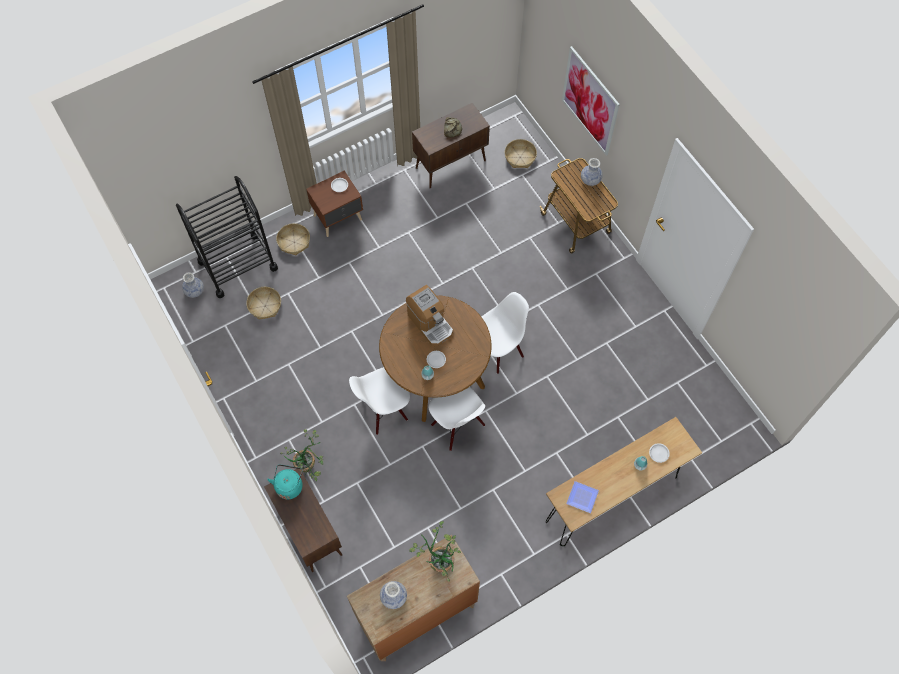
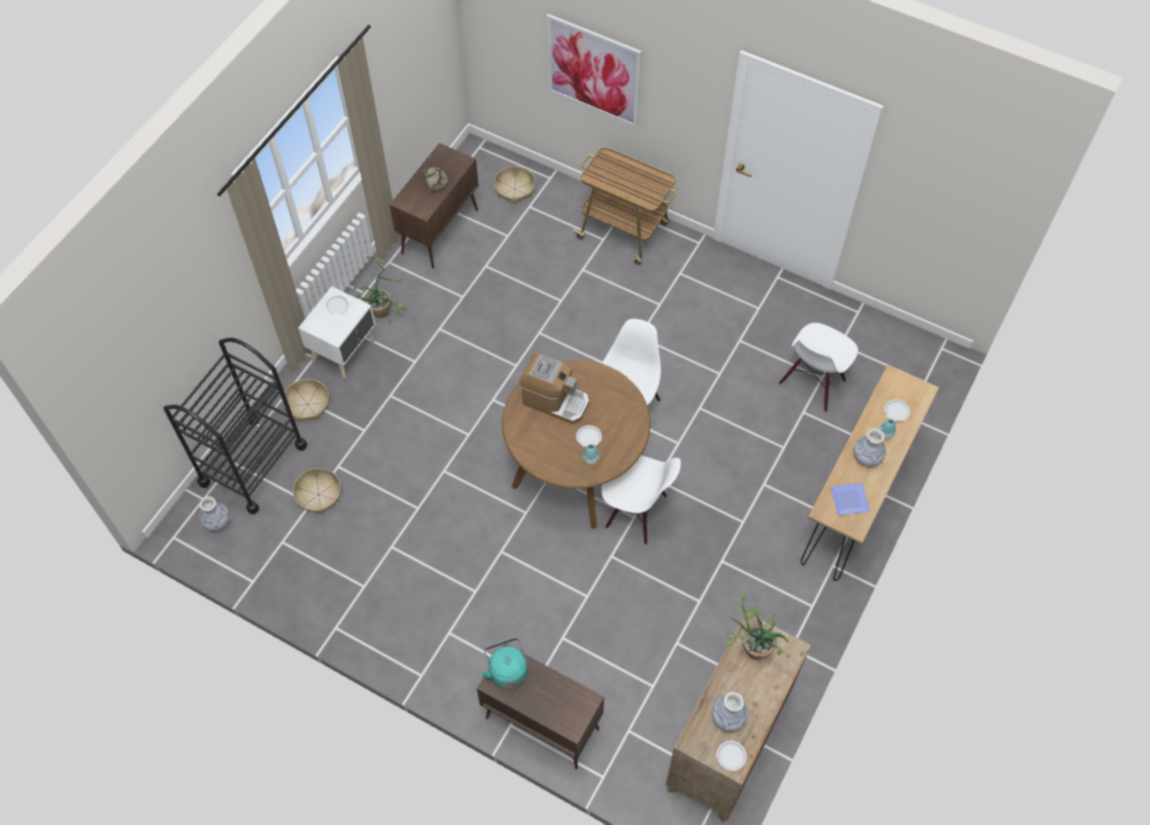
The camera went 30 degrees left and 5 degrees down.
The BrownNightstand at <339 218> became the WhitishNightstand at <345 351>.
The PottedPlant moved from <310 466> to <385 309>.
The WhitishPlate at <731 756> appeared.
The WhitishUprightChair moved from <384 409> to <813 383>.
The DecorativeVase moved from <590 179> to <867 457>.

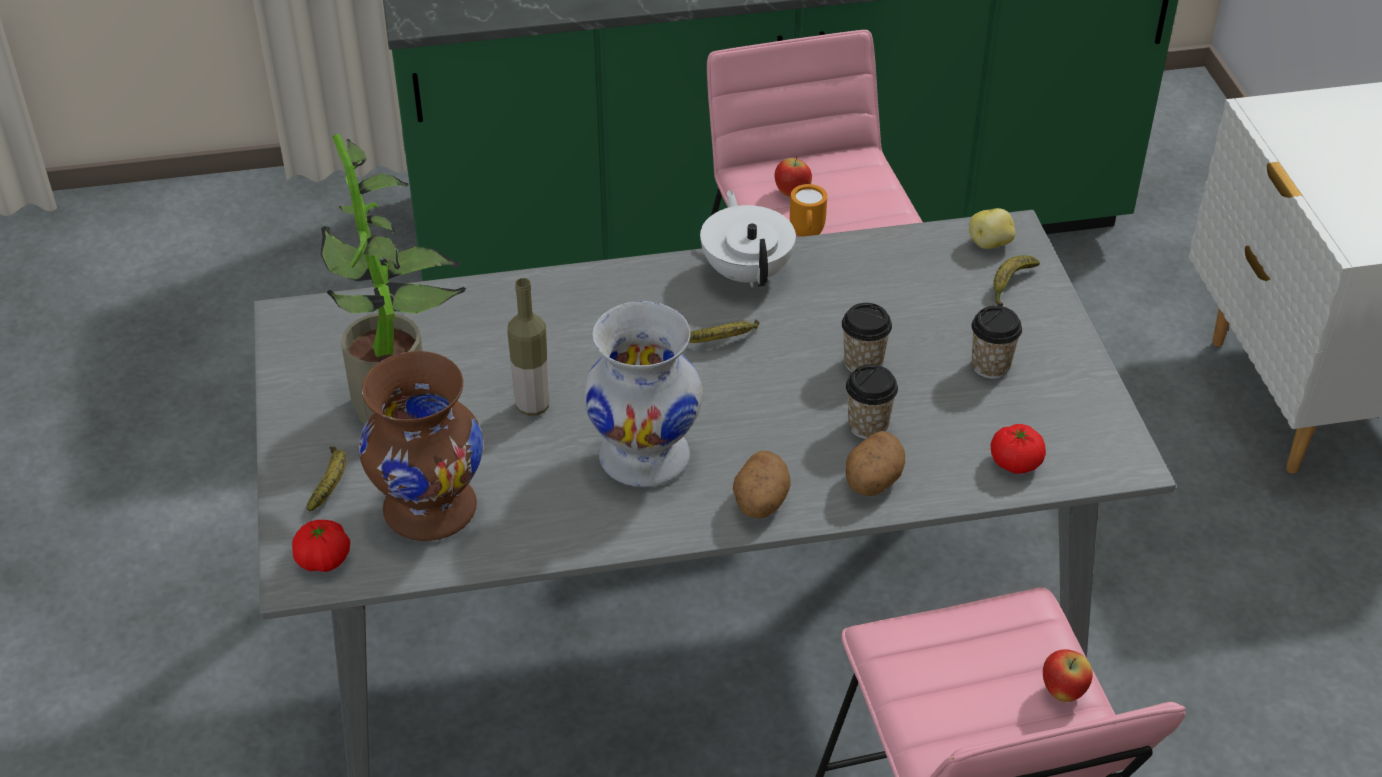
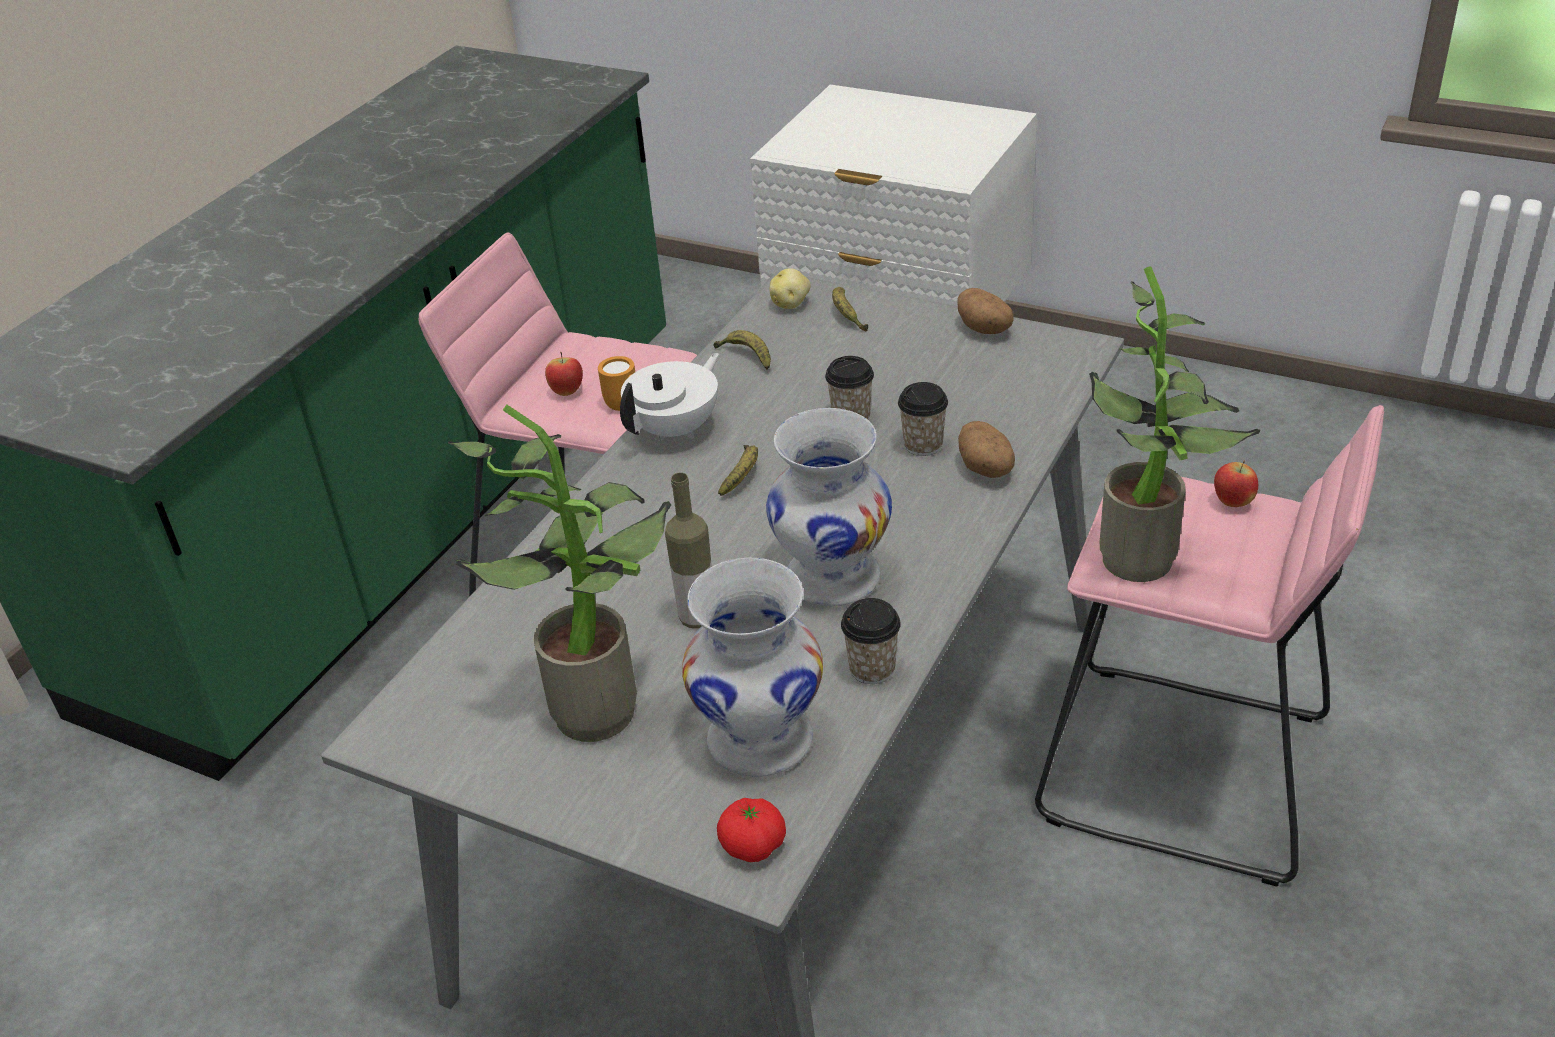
The camera went 50 degrees left and 5 degrees down.
The WhitishPotForTea at <747 272> turned 105 degrees clockwise.
The BrownDecorativeVase at <430 507> became the WhitishDecorativeVase at <758 739>.
The WholeBanana moved from <331 483> to <746 356>.
The DrinkingCup moved from <990 366> to <872 669>.
The WholePotato moved from <760 503> to <985 329>.
The PottedPlant at <1149 558> appeared.
The FreshTomato at <1015 462> disappeared.

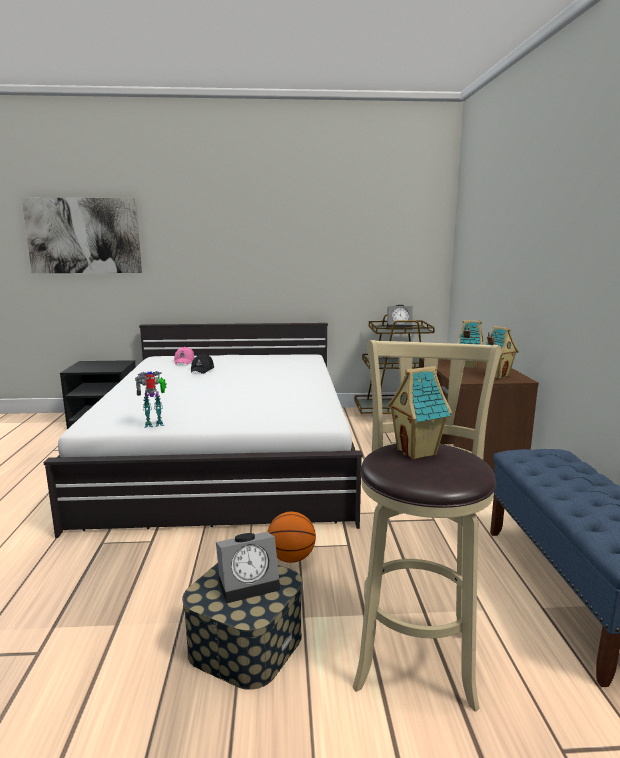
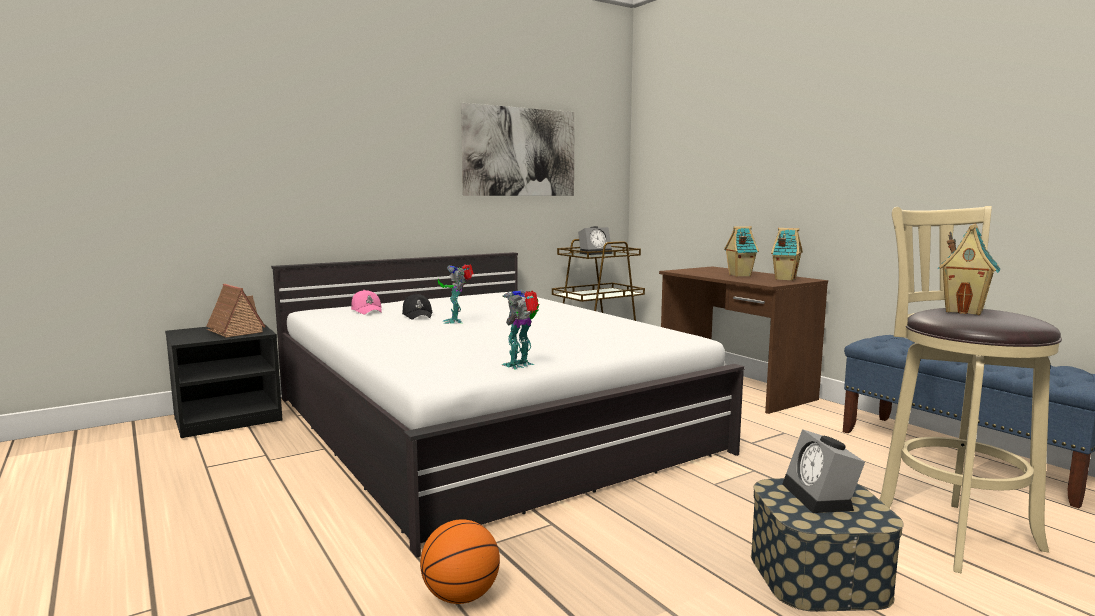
The camera went 30 degrees left and 5 degrees down.
The MiniatureHouse at <235 331> appeared.
The Basketball moved from <291 558> to <461 596>.
The RobotFigure at <455 321> appeared.
The WallPicture moved from <83 236> to <520 152>.
The TableClock at <250 583> turned 135 degrees clockwise.

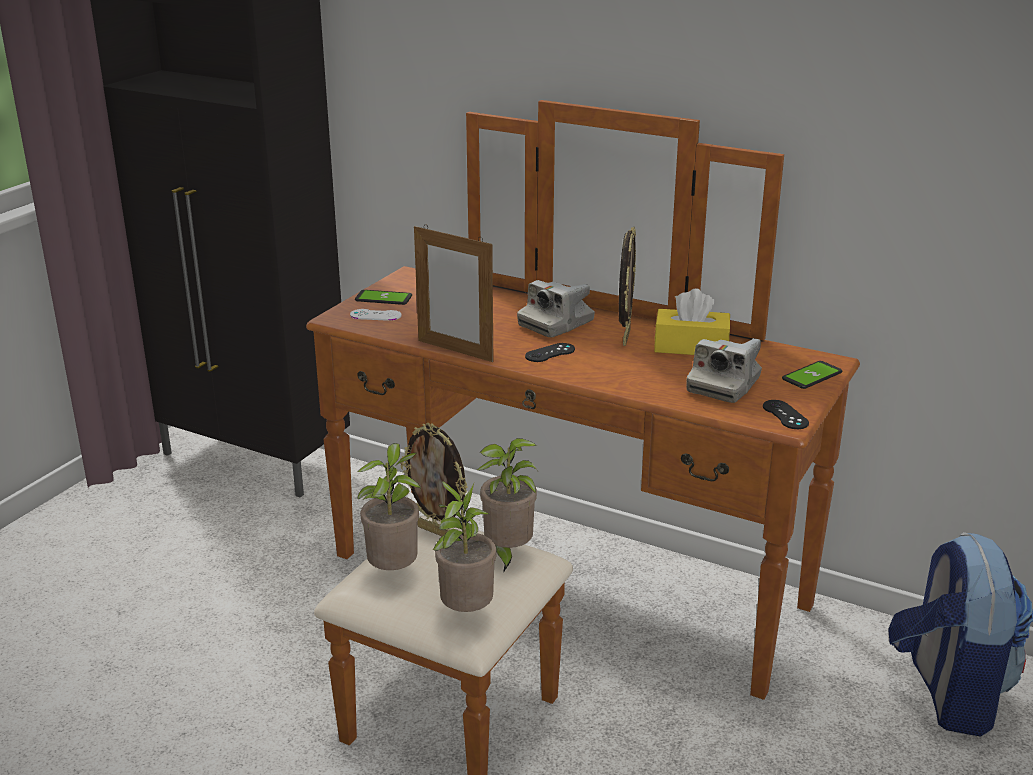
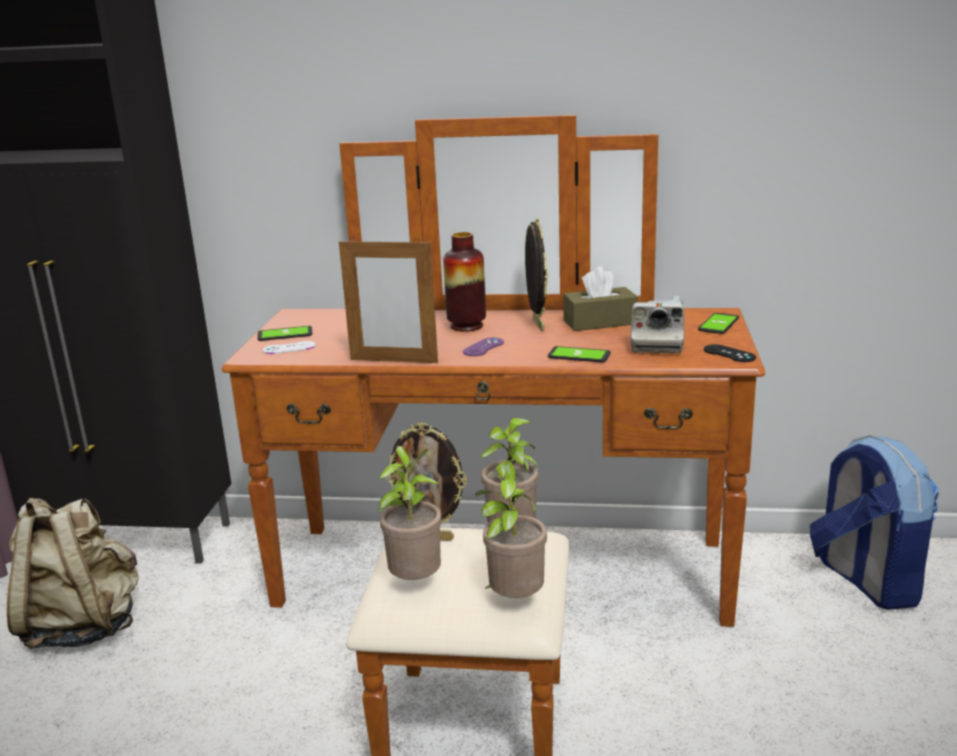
The camera went 20 degrees left and 5 degrees down.
The SandColouredBackpack at <83 626> appeared.
The StillCamera at <556 324> was replaced by the DecorativeVase at <466 326>.
The BlackishGamepad at <550 353> became the PurplishGamepad at <483 347>.
The Telephone at <579 356> appeared.
The YellowishTissueBox at <691 347> became the BrownTissueBox at <600 322>.

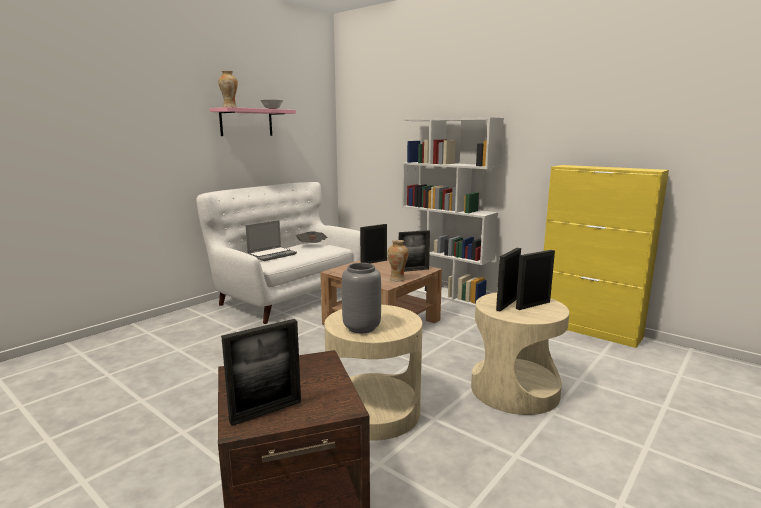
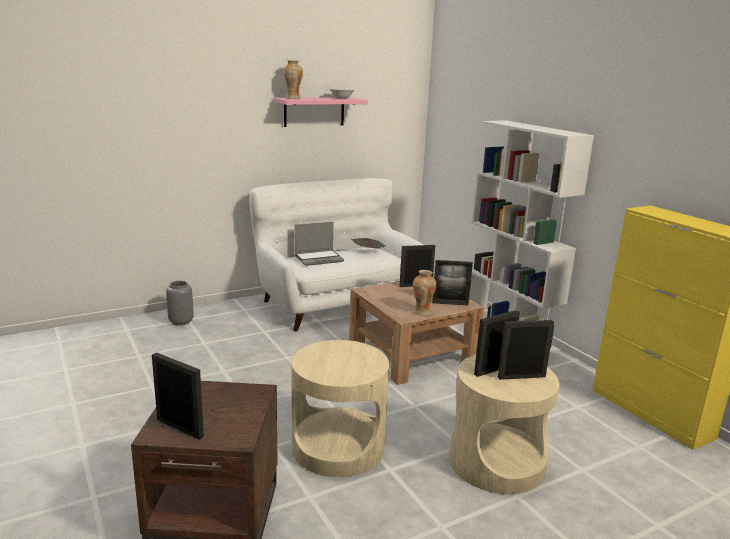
The camera went 20 degrees right and 5 degrees up.
The StandingFrame at <266 411> turned 135 degrees counterclockwise.
The GreyDecorativeVase moved from <362 328> to <181 322>.

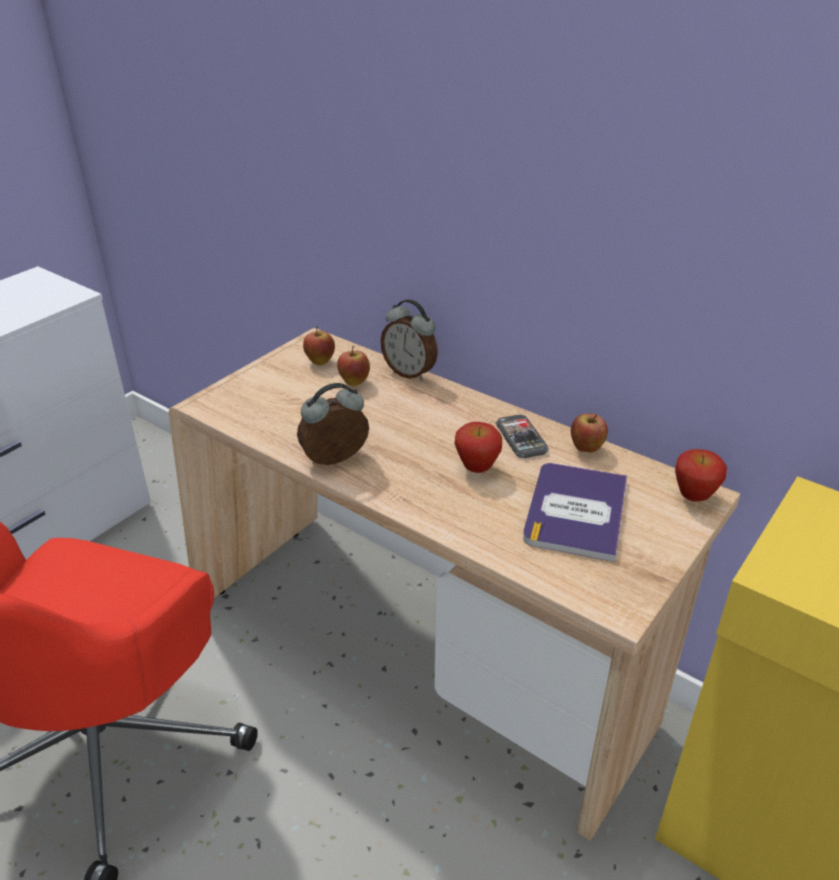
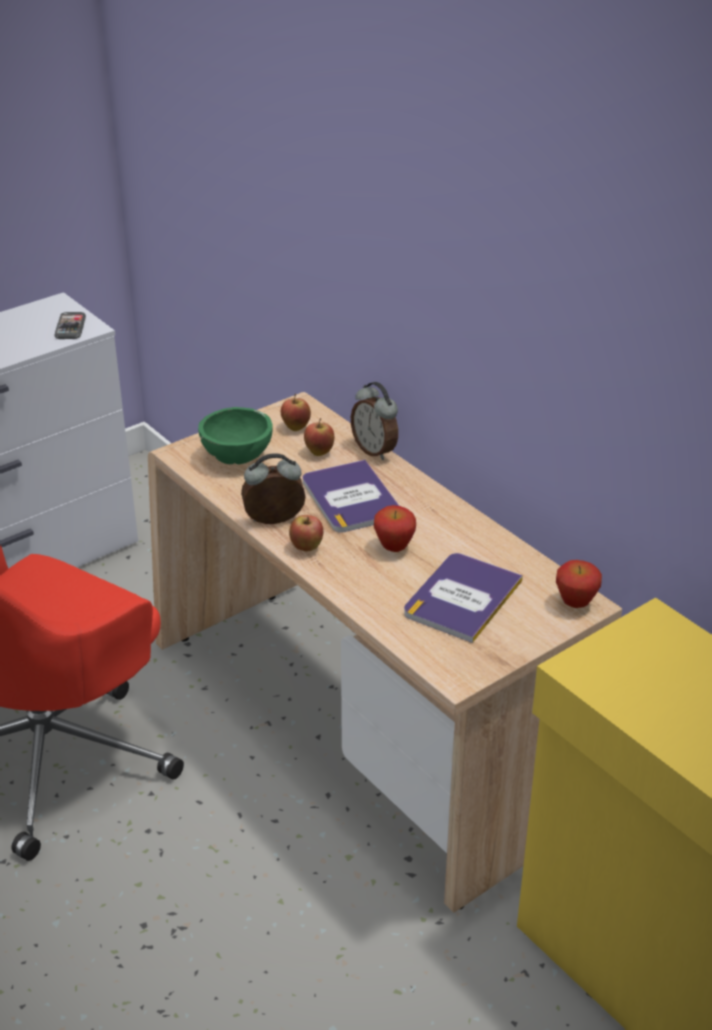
The camera went 15 degrees right and 0 degrees up.
The Telephone moved from <521 438> to <70 327>.
The GreenColouredBowl at <238 458> appeared.
The AppleFruit moved from <586 449> to <306 548>.
The BoundBook at <351 498> appeared.

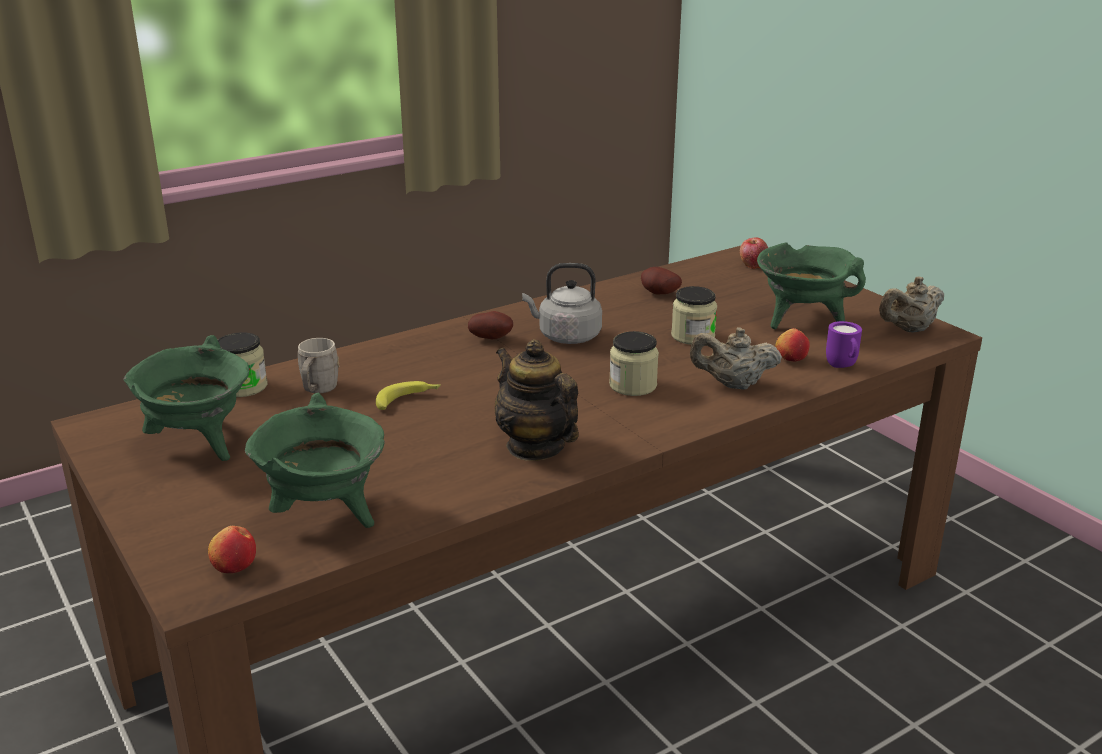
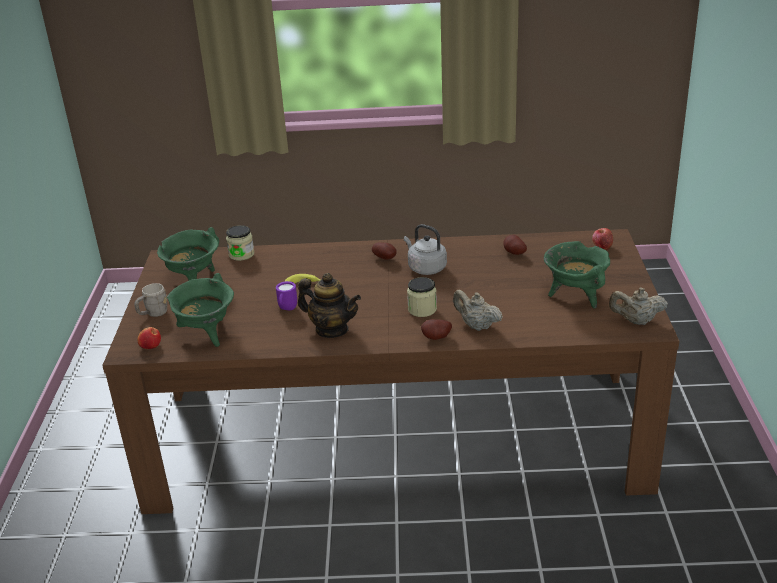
The camera went 35 degrees right and 5 degrees up.
The GreyMug moved from <317 390> to <153 314>.
The PurplishMug moved from <842 367> to <287 309>.
The PotForTea at <535 447> turned 120 degrees clockwise.
The WholePotato at <437 338> appeared.
The PreserveJar at <693 336> disappeared.
The AppleFruit at <791 358> disappeared.

